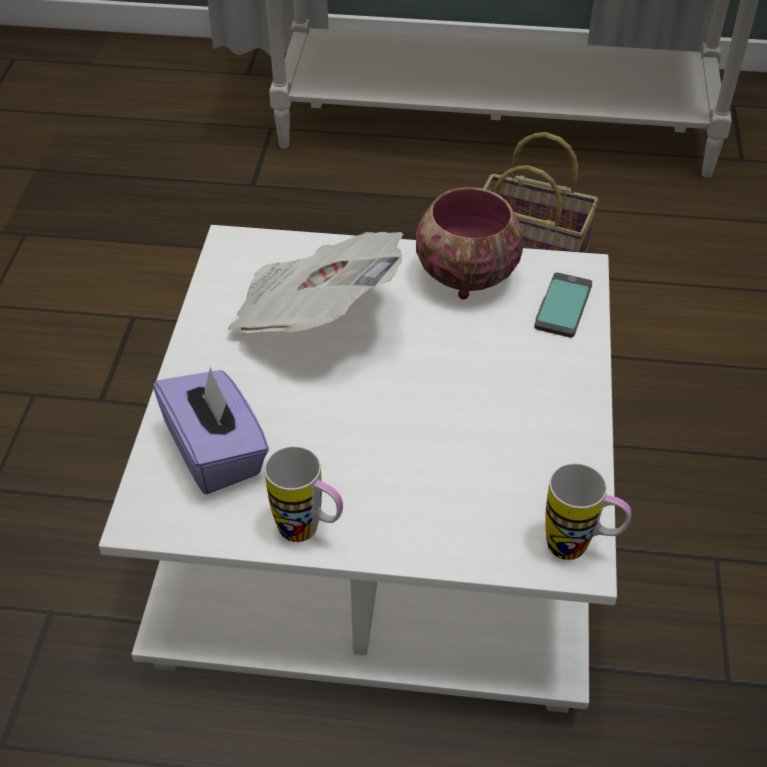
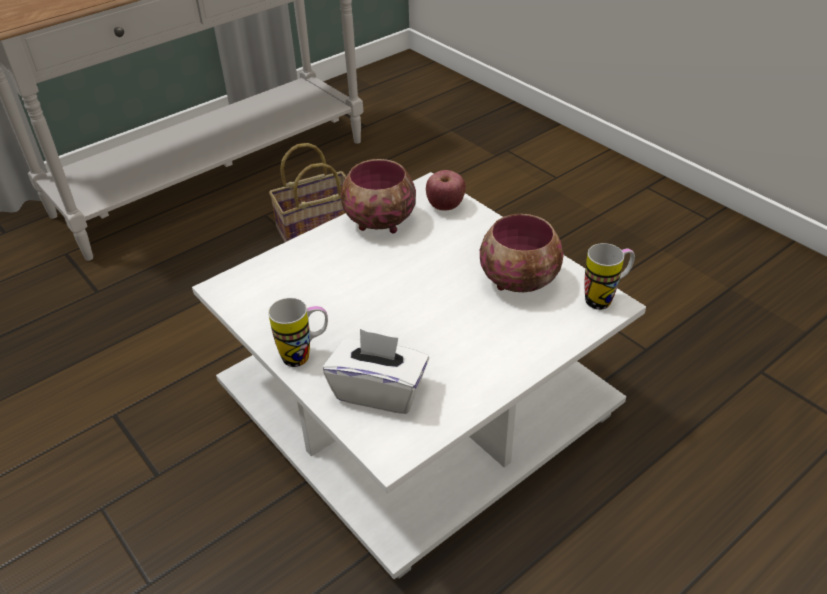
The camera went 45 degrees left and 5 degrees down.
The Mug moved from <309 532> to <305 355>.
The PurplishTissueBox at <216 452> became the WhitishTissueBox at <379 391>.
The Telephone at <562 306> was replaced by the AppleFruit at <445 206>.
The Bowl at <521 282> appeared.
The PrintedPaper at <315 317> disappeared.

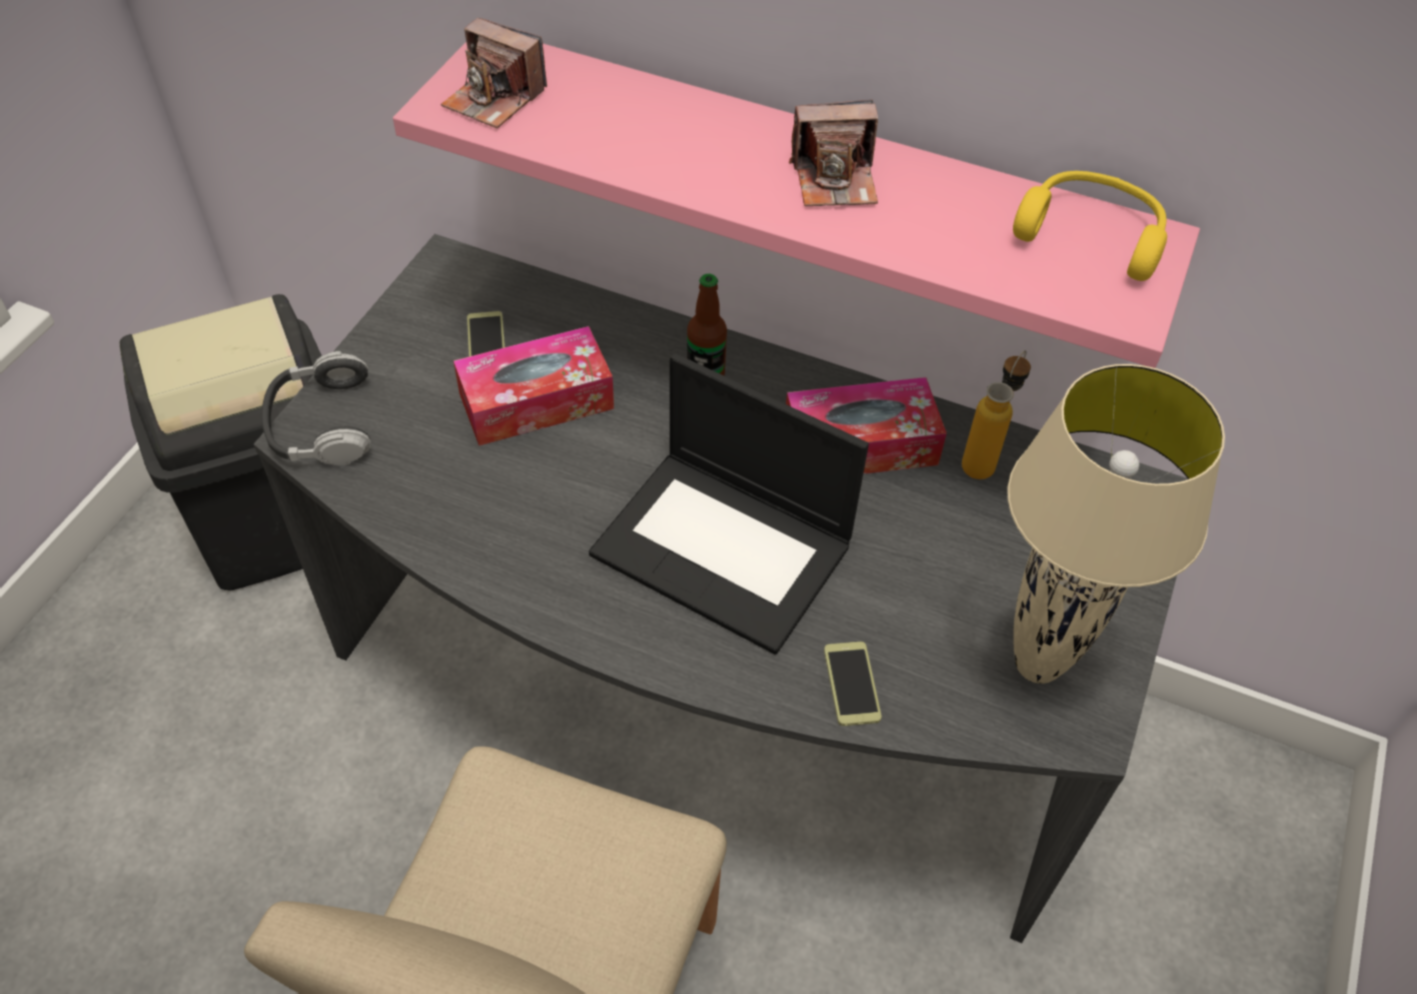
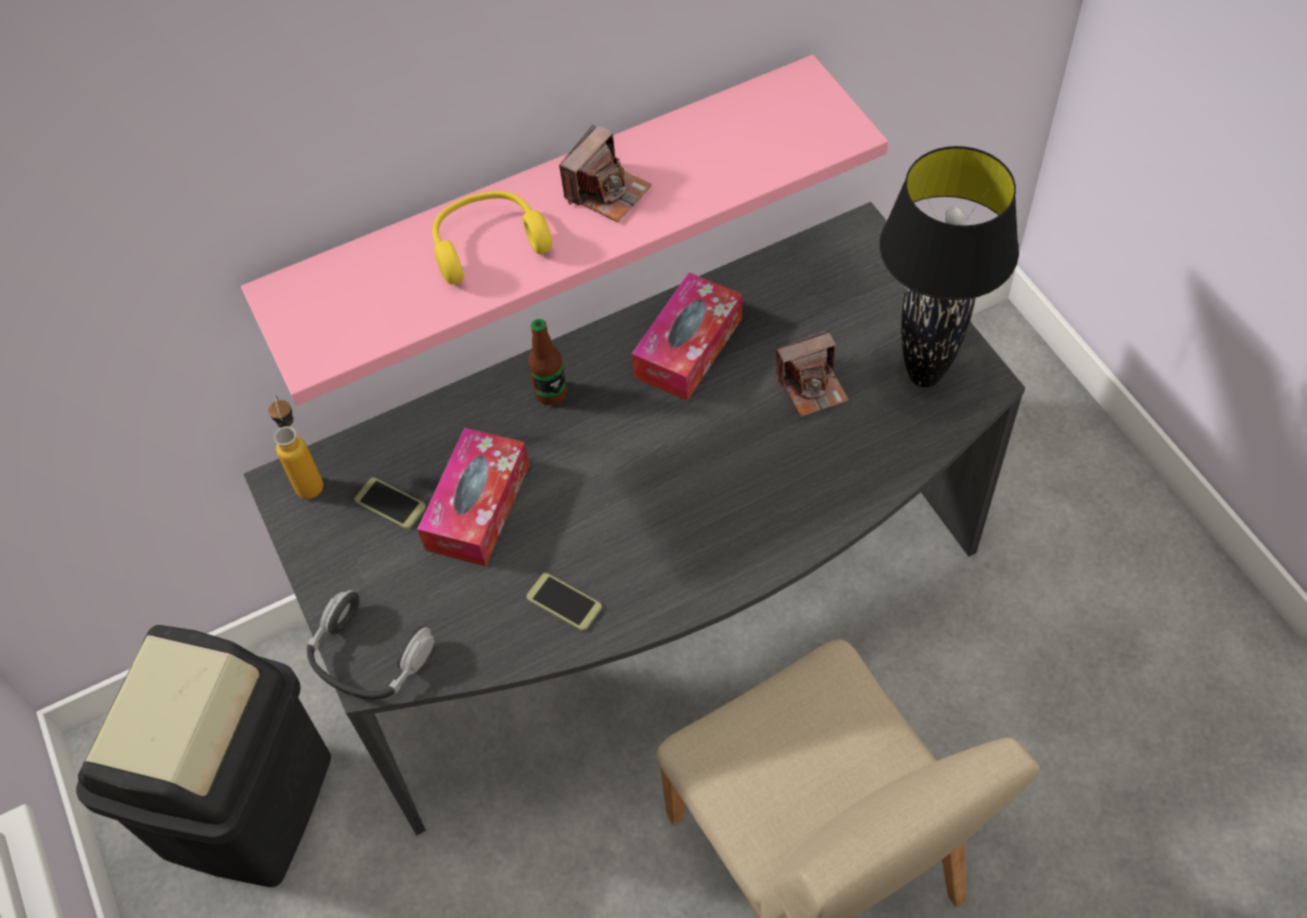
The camera went 45 degrees left and 5 degrees up.
The BeverageBottle moved from <984 459> to <308 478>.
The YellowishHeadphones moved from <1091 235> to <487 243>.
The Telephone moved from <851 684> to <564 602>.
The StillCamera moved from <494 99> to <812 386>.
The SandColouredLampForATable at <1038 665> became the BlackishLampForATable at <924 374>.
The NotebookComputer at <725 548> disappeared.

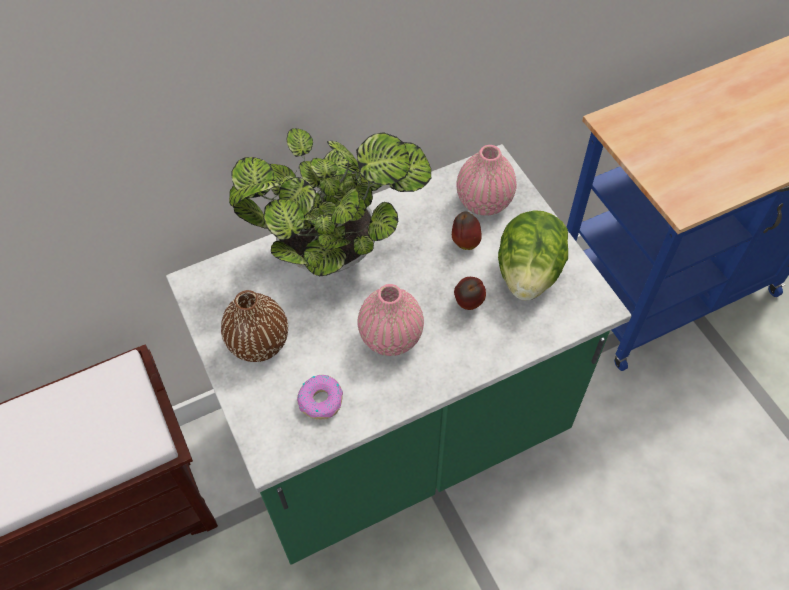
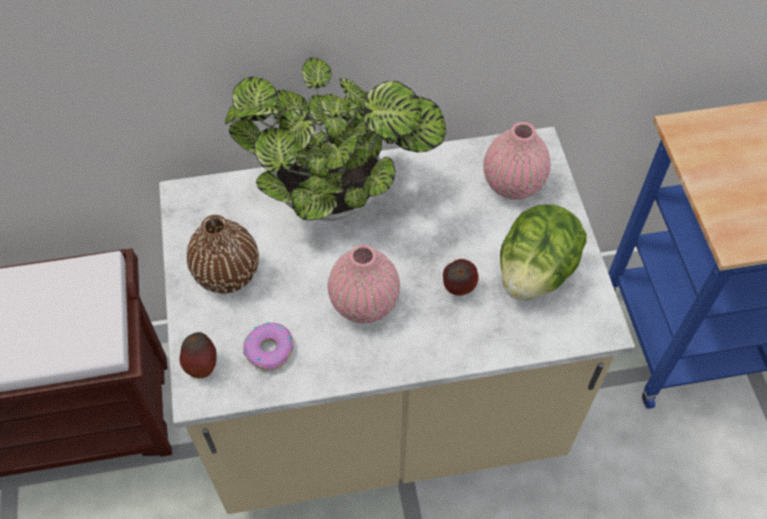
The camera went 15 degrees right and 0 degrees up.
The GreenColouredKitchenCounter at <397 433> became the SandColouredKitchenCounter at <383 409>.
The AppleFruit moved from <465 242> to <202 365>.

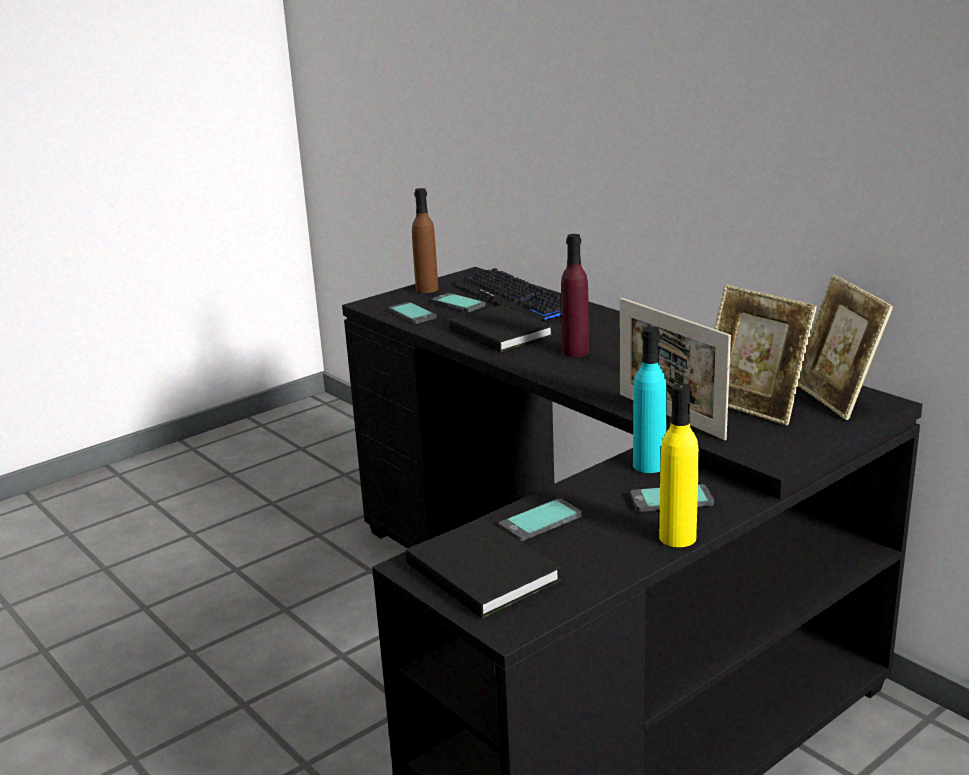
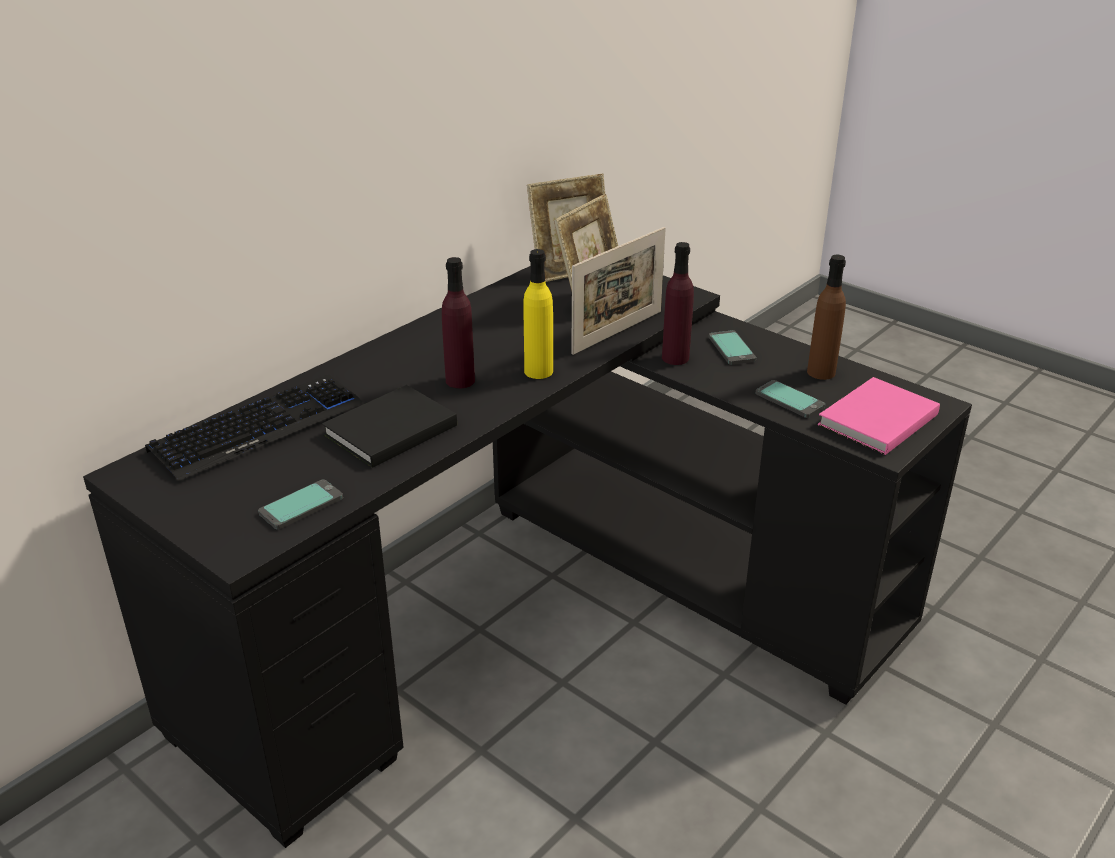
The camera went 100 degrees left and 10 degrees up.
The YellowishBeverageBottle moved from <677 537> to <538 371>.
The TurquoiseColouredBeverageBottle at <649 465> became the PurplishBeverageBottle at <675 358>.
The BrownBeverageBottle moved from <427 289> to <821 372>.
The BlackishBoundBook at <481 569> became the PinkishBoundBook at <874 420>.
The Telephone at <458 304> disappeared.

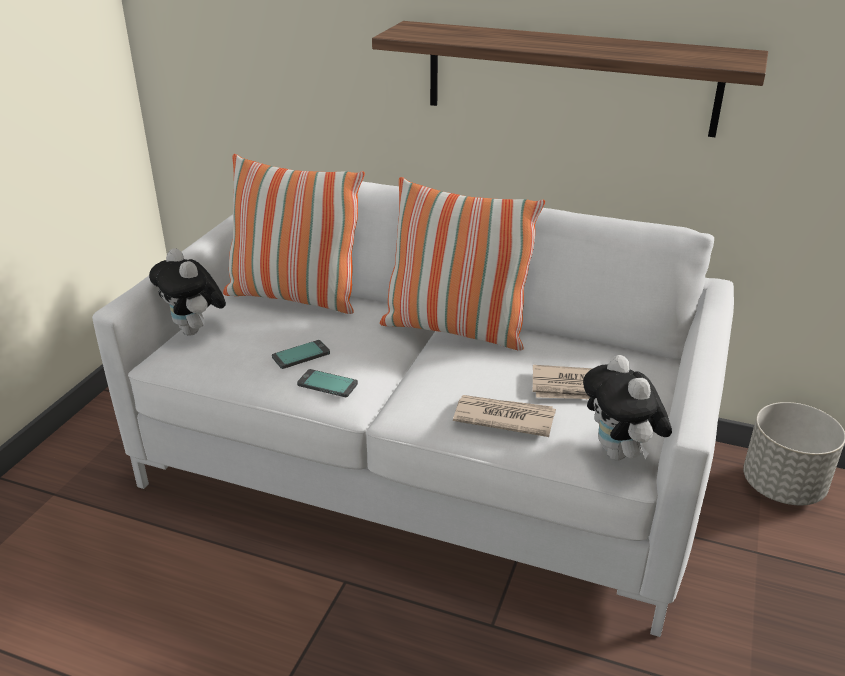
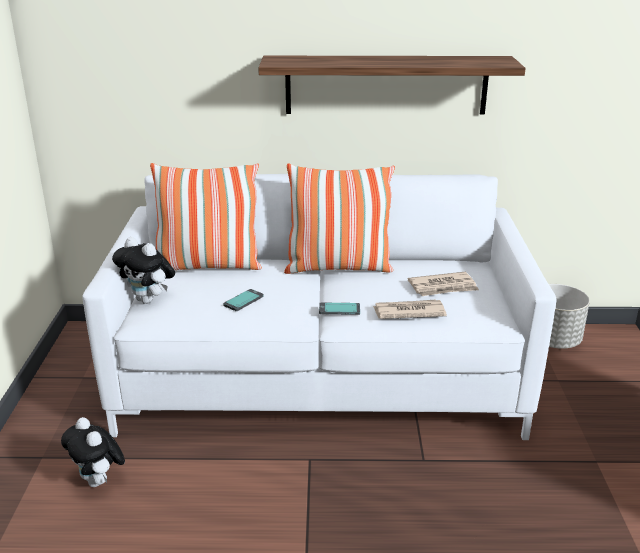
The camera went 20 degrees left and 5 degrees down.
The SoftToy moved from <620 454> to <99 481>.
The Telephone moved from <327 384> to <339 310>.

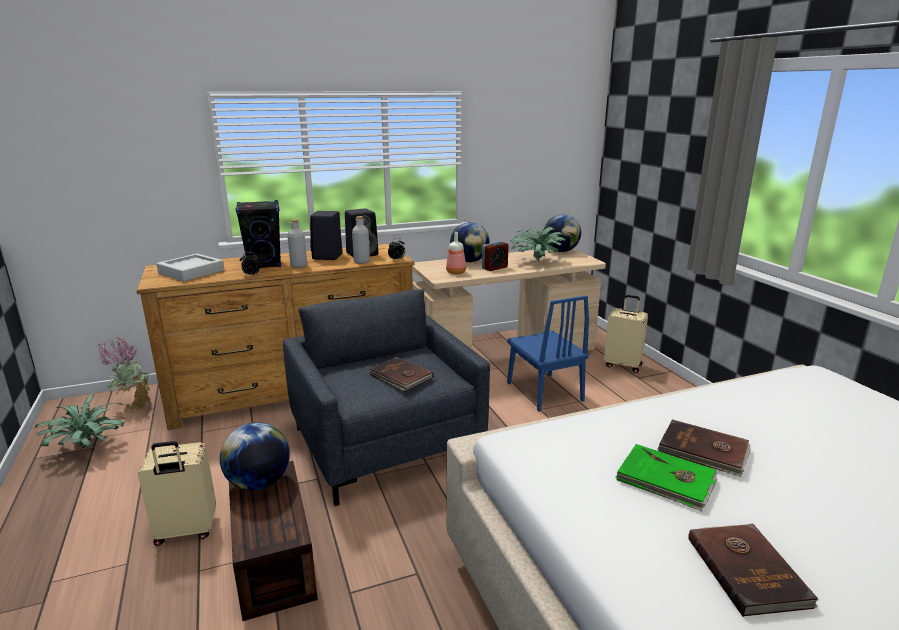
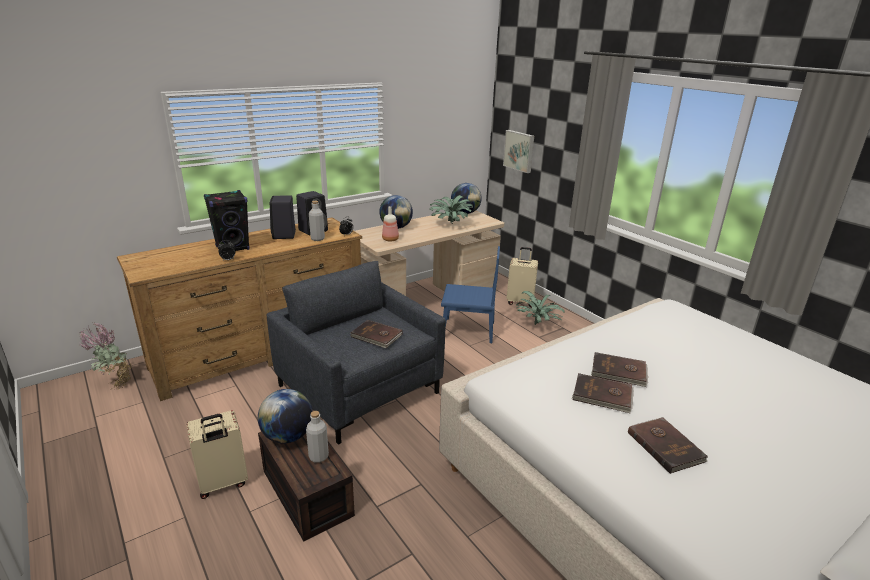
The camera went 15 degrees left and 5 degrees up.
The GreyBeverageBottle moved from <299 266> to <318 456>.
The BlueUprightChair at <544 391> turned 45 degrees counterclockwise.
The WallPicture at <519 151> appeared.
The PottedPlant moved from <88 447> to <537 324>.
The GreenColouredBoundBook at <666 480> became the BrownBoundBook at <602 396>.
The GreyCarryingTray at <191 272> disappeared.
The TableClock at <494 268> disappeared.

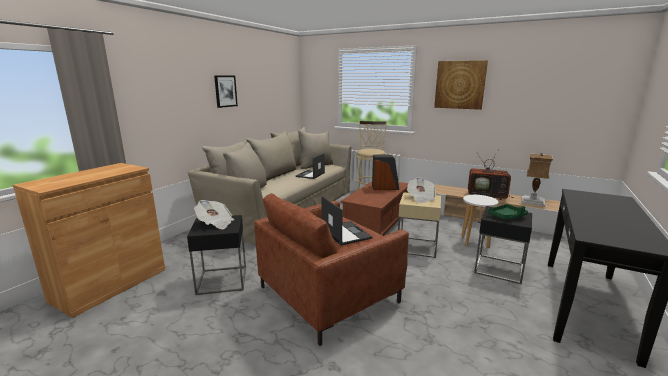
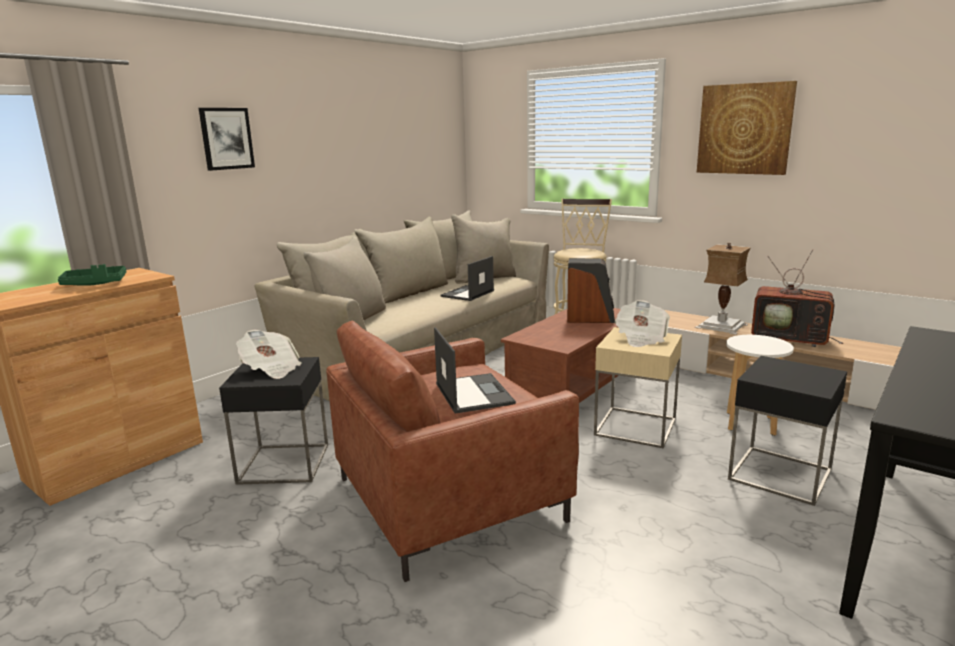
The camera went 10 degrees right and 0 degrees up.
The GreenColouredCarryingTray moved from <507 216> to <95 284>.
The WallPicture moved from <225 91> to <226 138>.
The LampForATable moved from <532 201> to <720 326>.

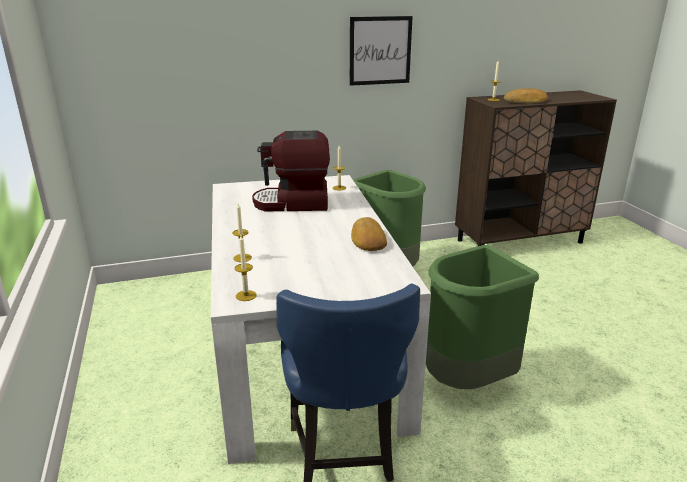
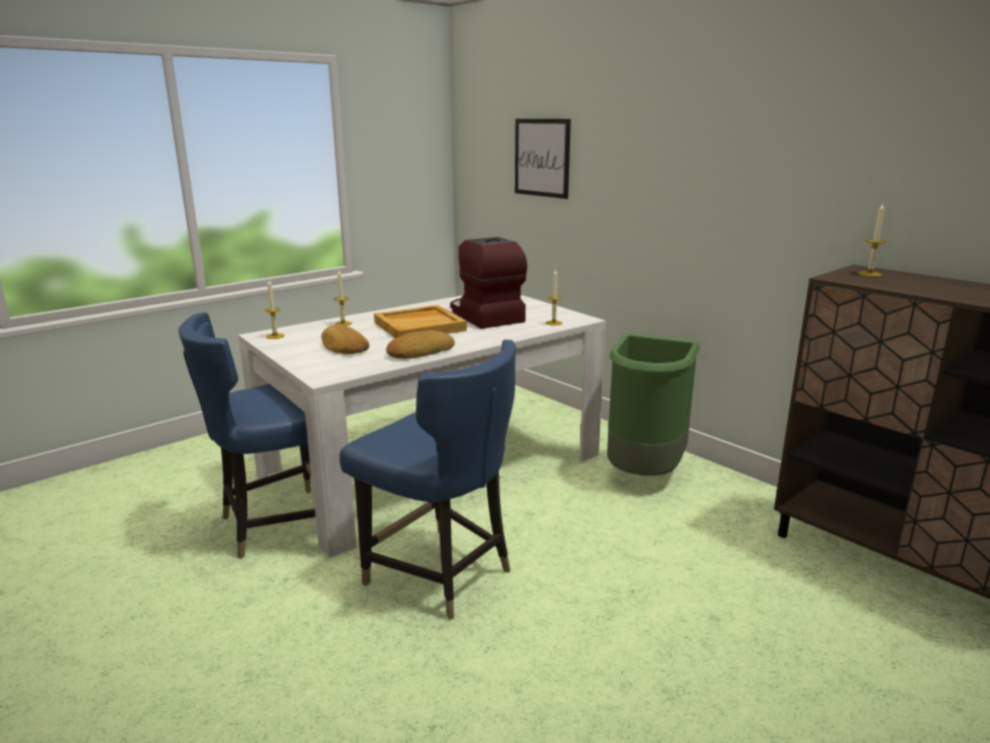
The camera went 65 degrees right and 5 degrees down.
The BakeryBread moved from <526 101> to <343 347>.
The GreenColouredTrashCan at <467 381> was replaced by the BlueUprightChair at <439 574>.
The SandColouredCarryingTray at <420 326> appeared.
The WallPicture moved from <380 50> to <542 158>.

